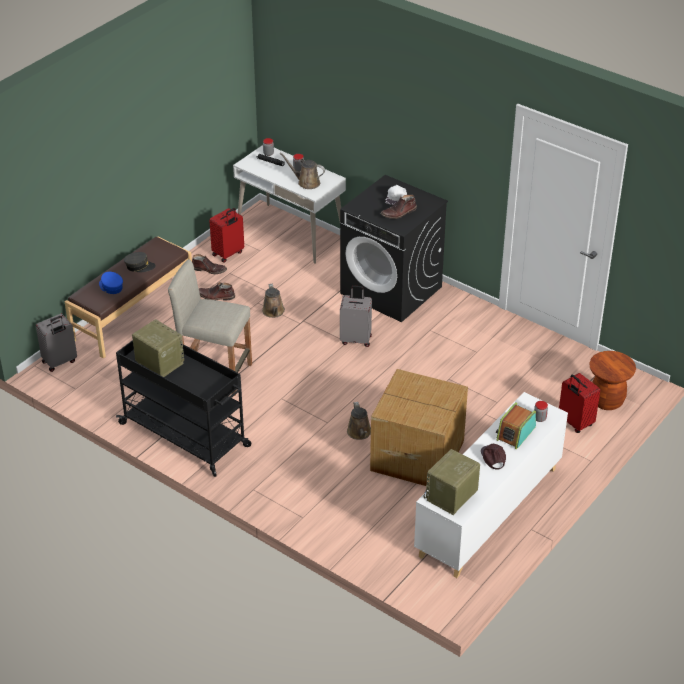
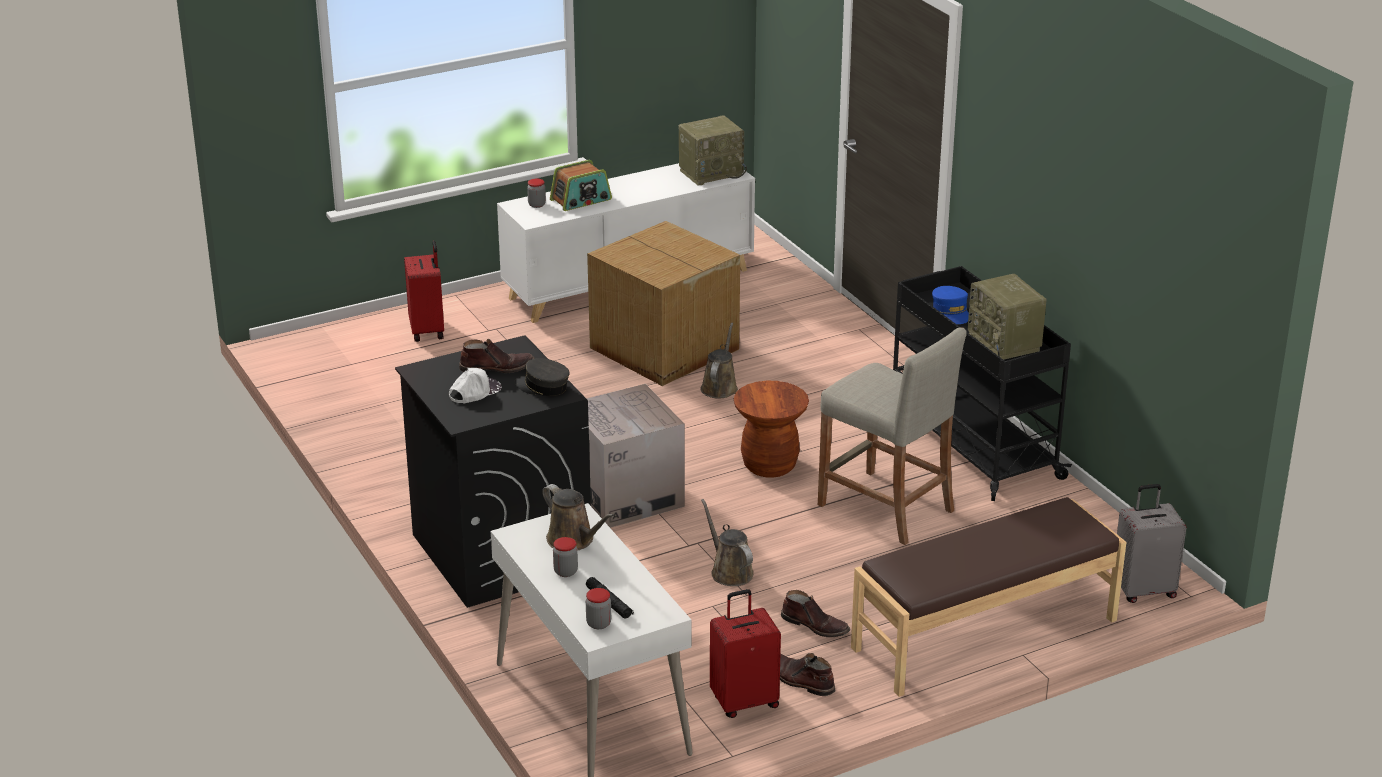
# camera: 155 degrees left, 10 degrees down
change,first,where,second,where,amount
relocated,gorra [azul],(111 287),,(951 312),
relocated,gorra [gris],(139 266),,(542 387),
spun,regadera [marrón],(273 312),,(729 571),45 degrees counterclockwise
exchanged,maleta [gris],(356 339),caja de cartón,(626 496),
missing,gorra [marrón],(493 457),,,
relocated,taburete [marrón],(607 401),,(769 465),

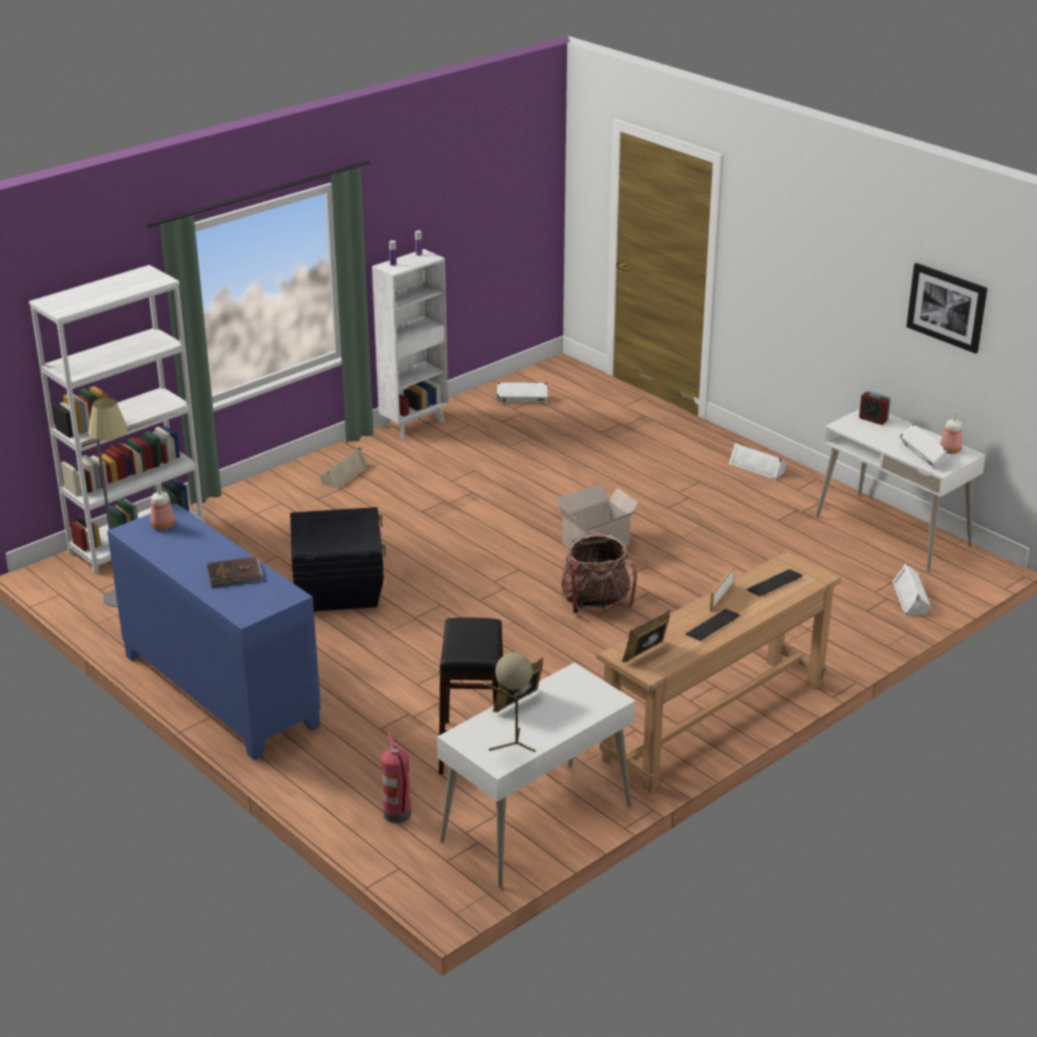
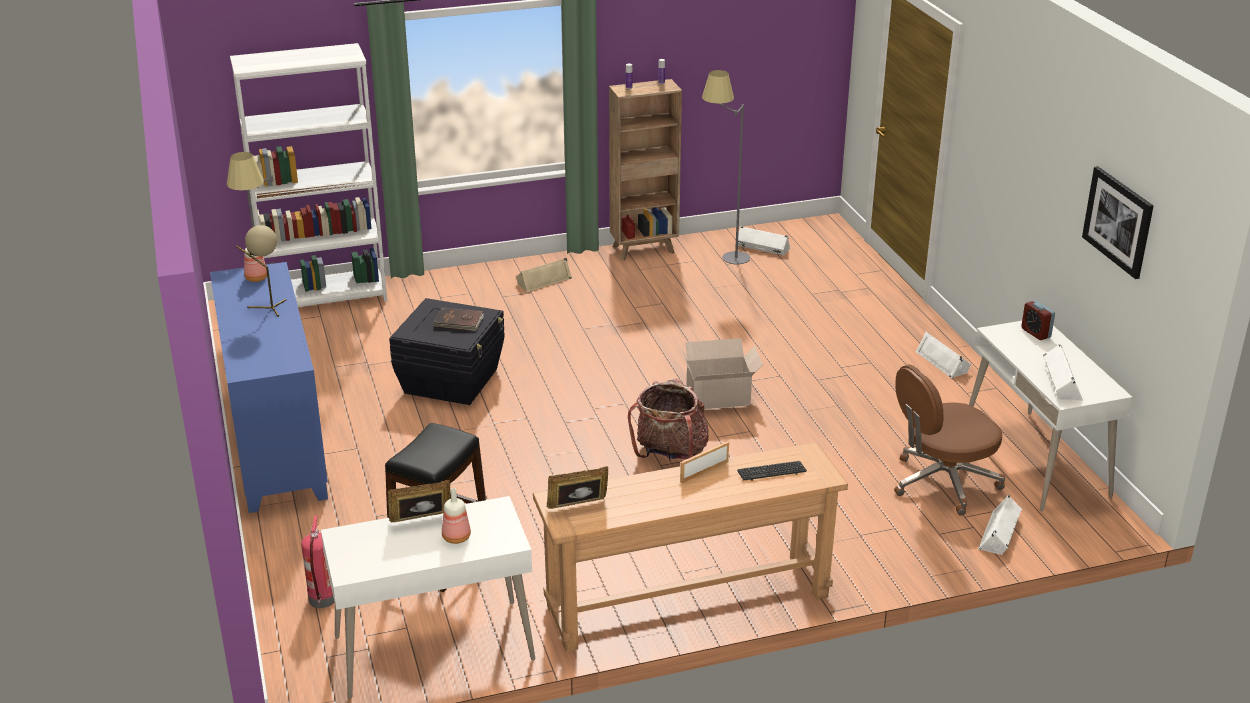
# camera: 25 degrees right, 0 degrees up
change,first,where,second,where,amount
relocated,libro [marrón],(235 575),,(459 322),
colour,estantería [blanco],(414 424),estantería [marrón],(644 249),
relocated,lámpara de mesa [beis],(512 744),,(269 308),
missing,teclado,(712 626),,,
relocated,botella,(950 450),,(456 538),
appeared,,,lámpara de pie [gris],(723 257),
appeared,,,silla de oficina [marrón],(942 483),

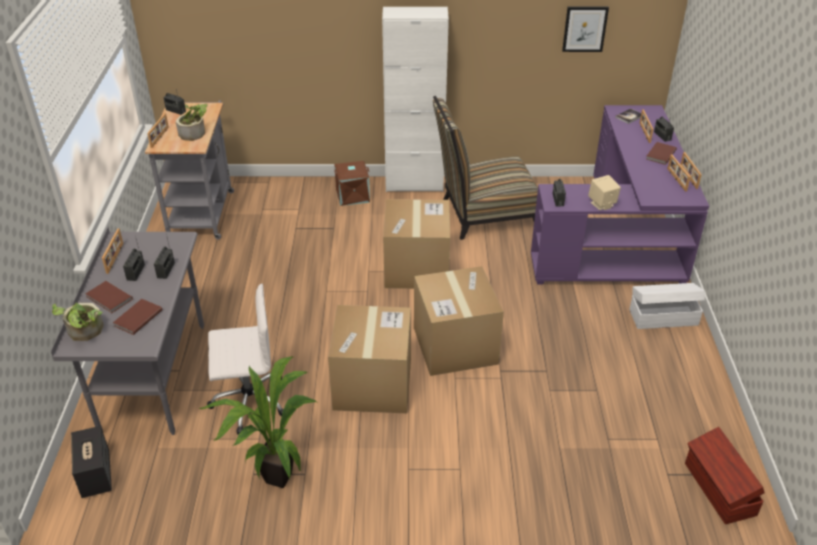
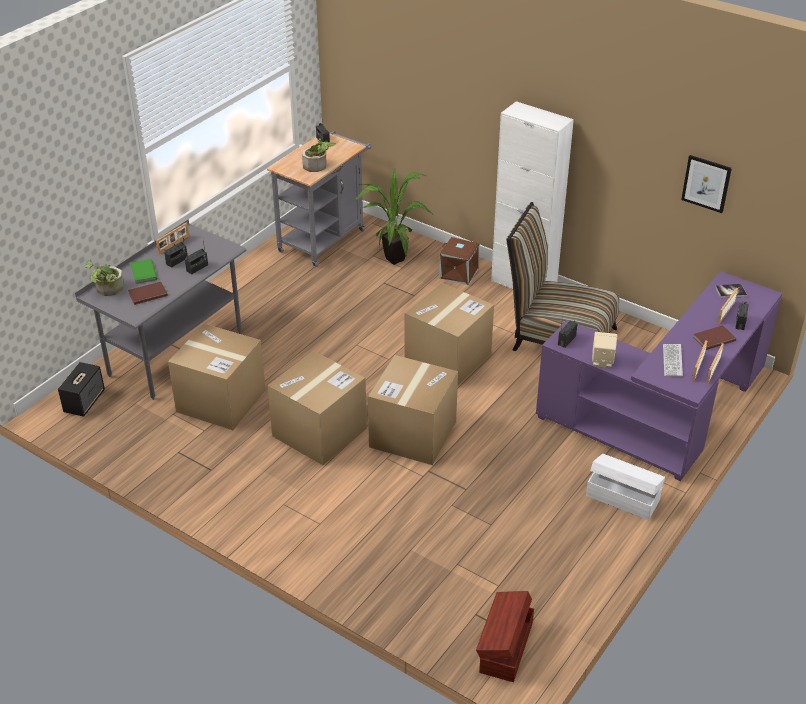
# camera: 35 degrees right, 0 degrees up
change,first,where,second,where,amount
colour,libro [marrón],(109 299),libro [verde],(143 273),
missing,portarretratos,(160 137),,,
relocated,planta en maceta,(273 476),,(392 257),
exchanged,silla de oficina [blanco],(248 401),caja de cartón,(221 401),
appeared,,,teclado,(672 361),

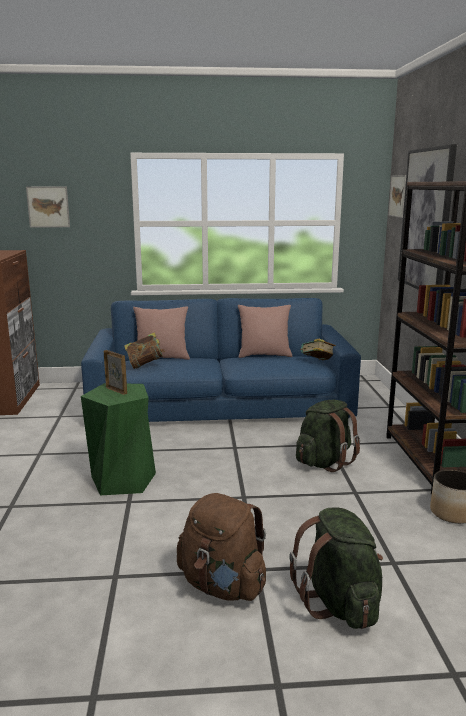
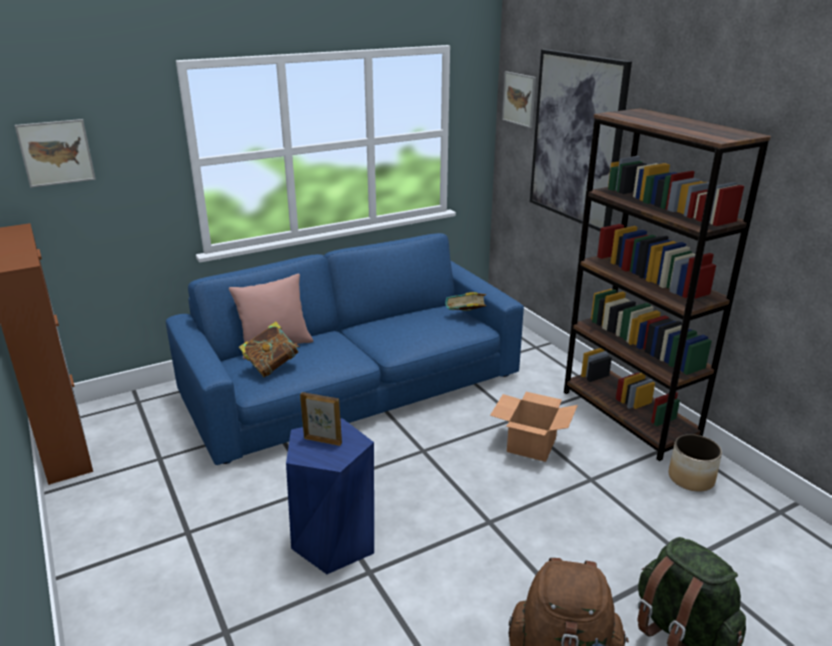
# camera: 25 degrees left, 10 degrees up
change,first,where,second,where,amount
colour,taburete [verde],(123 480),taburete [azul],(334 541),
missing,cojín [rosa],(264 355),,,
exchanged,mochila [verde],(324 462),caja de cartón,(531 445),

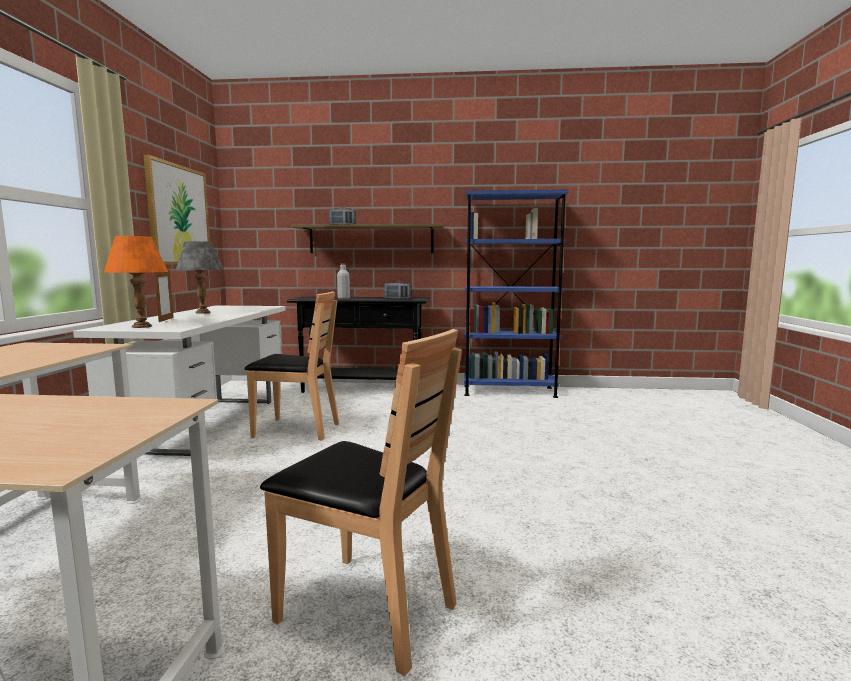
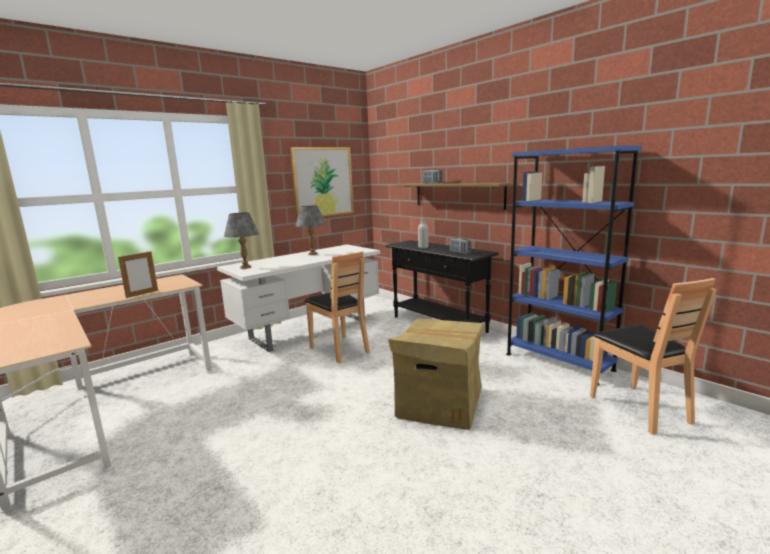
# camera: 45 degrees right, 5 degrees up
change,first,where,second,where,amount
colour,lámpara de mesa [naranja],(142 326),lámpara de mesa [gris],(245 267),
relocated,portarretratos,(166 319),,(142 294),
relocated,silla [marrón],(366 610),,(639 408),
appeared,,,caja de cartón,(439 403),

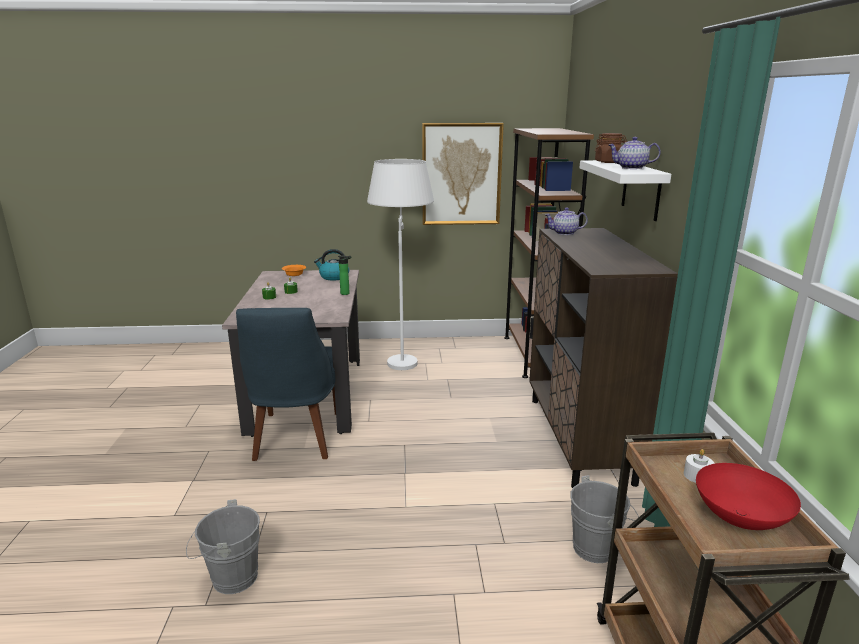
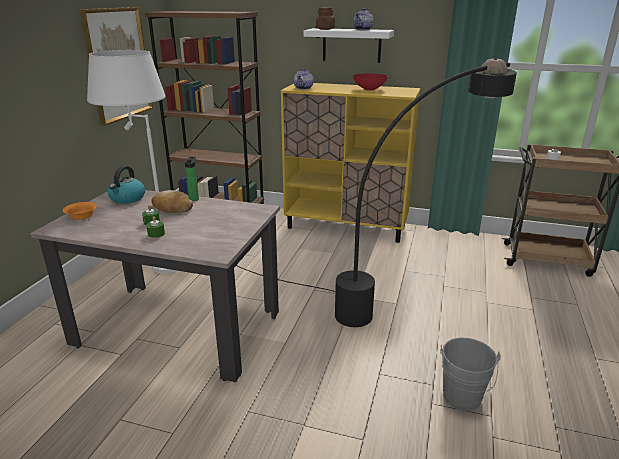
# camera: 70 degrees left, 5 degrees up
change,first,where,second,where,amount
missing,silla [azul],(296 438),,,
colour,armario [marrón],(579 438),armario [amarillo],(347 226),
missing,cubo [gris],(598 547),,,
relocated,cuenco [rojo],(739 517),,(369 89),
appeared,,,pan,(172 208),
appeared,,,lámpara de pie [negro],(378 293),

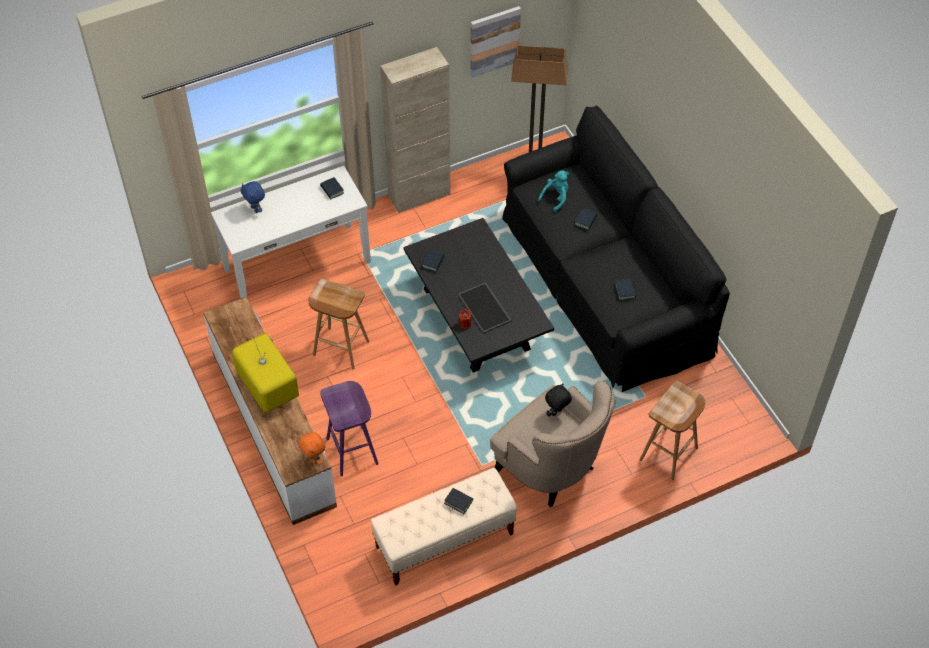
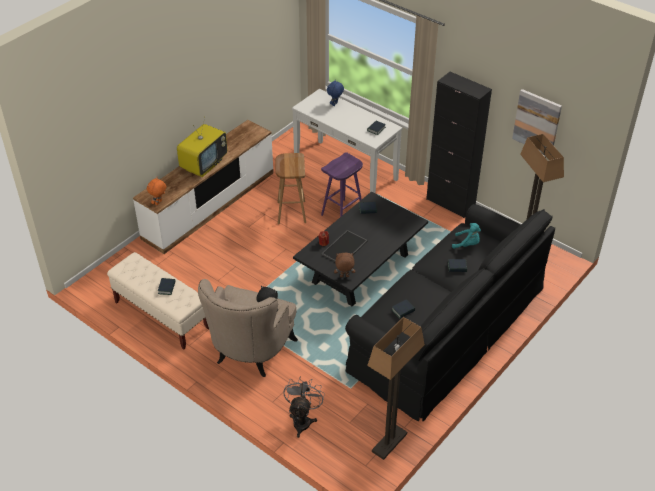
# camera: 65 degrees right, 10 degrees down
change,first,where,second,where,amount
relocated,taburete [morado],(353 451),,(342 214),
colour,armario [beis],(419 195),armario [negro],(450 203),
exchanged,taburete [marrón],(669 455),ventilador [gris],(302 420),
appeared,,,peluche [marrón],(344 276),
appeared,,,lámpara de pie,(389 443),

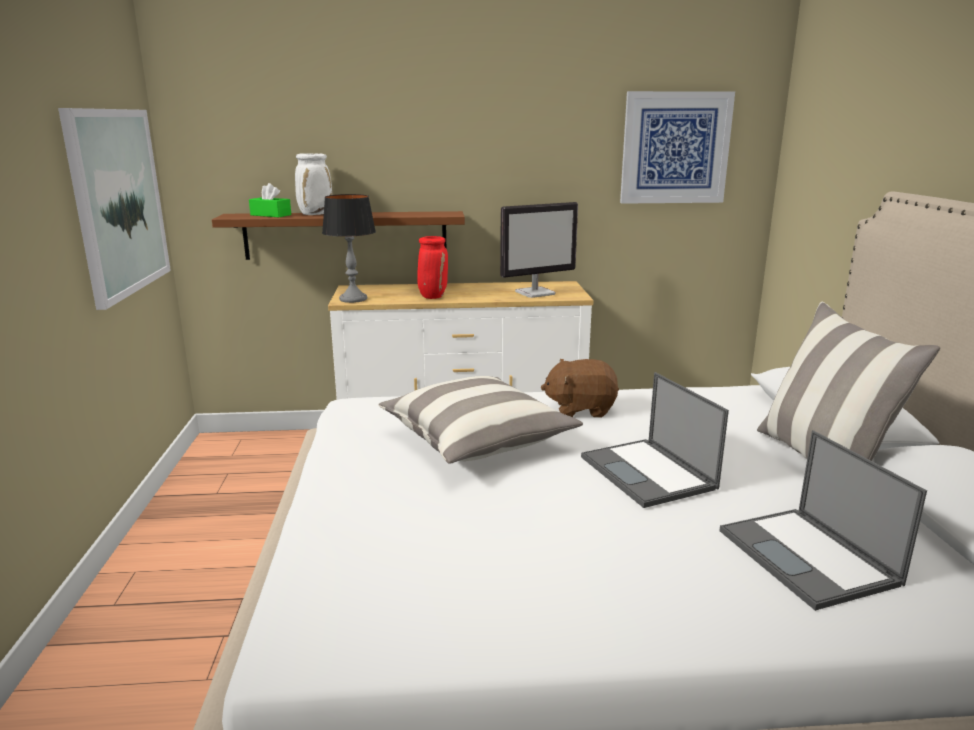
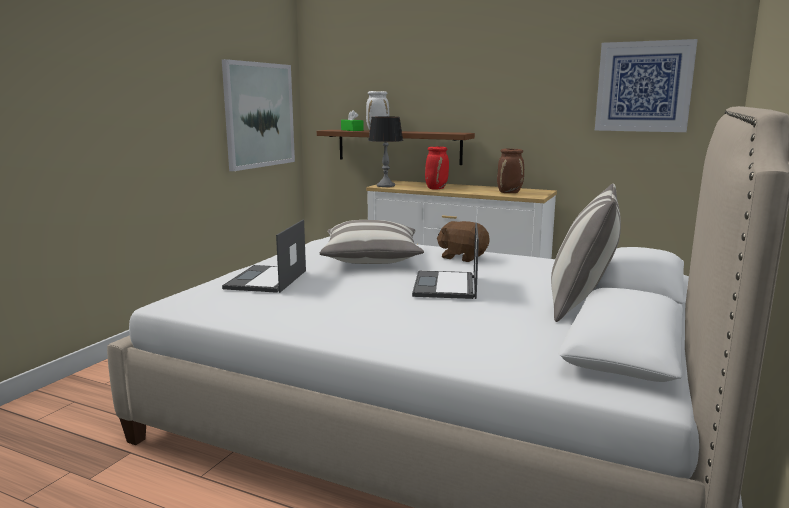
# camera: 30 degrees right, 5 degrees down
change,first,where,second,where,amount
exchanged,monitor,(535 293),florero [marrón],(510 192),
relocated,portátil,(809 558),,(266 280),

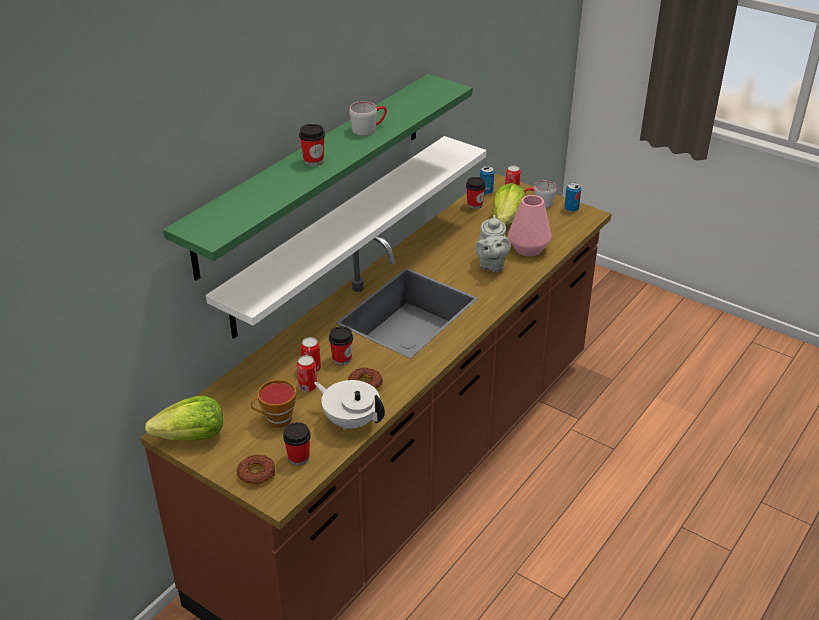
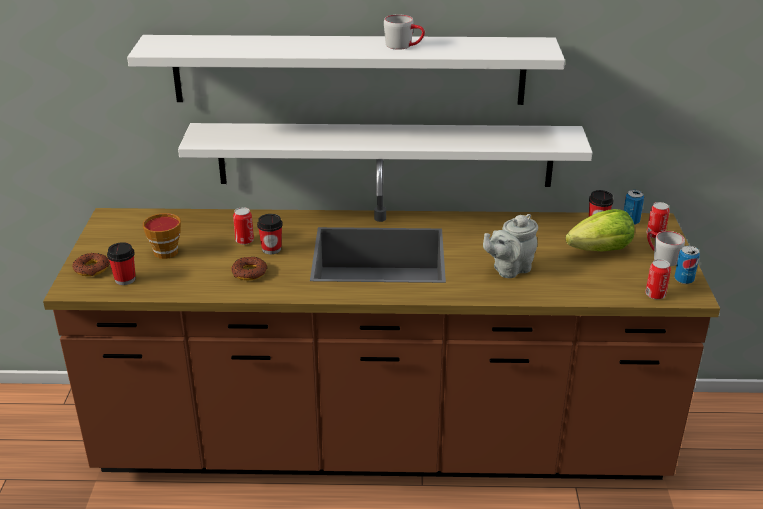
# camera: 55 degrees right, 5 degrees down
change,first,where,second,where,amount
missing,lechuga,(192 437),,,
colour,estante [verde],(313 171),estante [blanco],(349 69),
relocated,lata,(307 387),,(655 295),
missing,taza,(313 161),,,
missing,tetera [blanco],(351 420),,,
missing,florero [rosa],(528 249),,,

